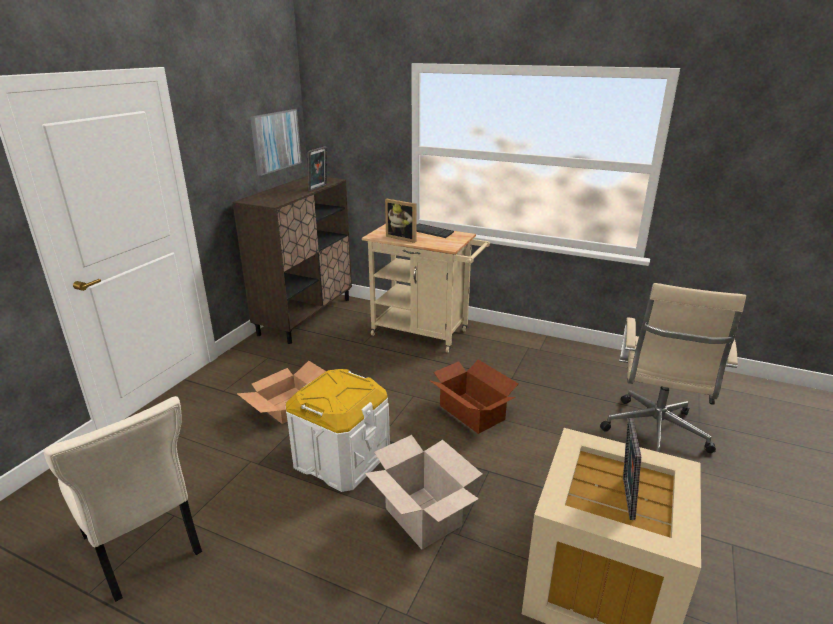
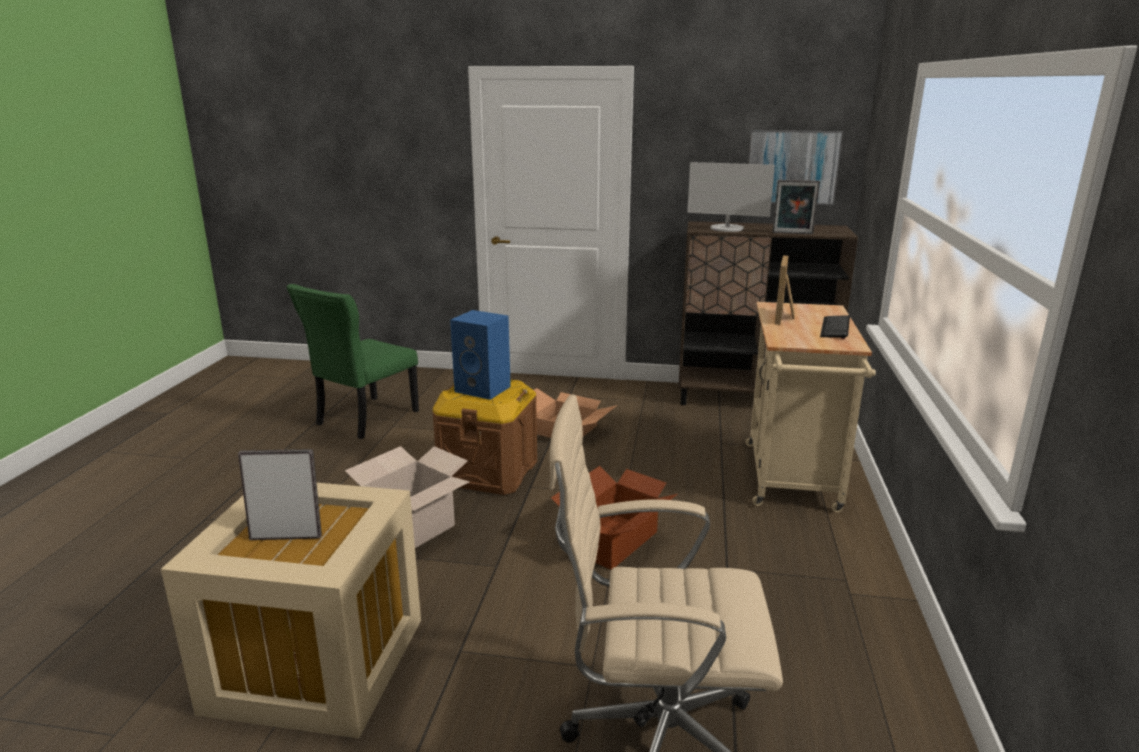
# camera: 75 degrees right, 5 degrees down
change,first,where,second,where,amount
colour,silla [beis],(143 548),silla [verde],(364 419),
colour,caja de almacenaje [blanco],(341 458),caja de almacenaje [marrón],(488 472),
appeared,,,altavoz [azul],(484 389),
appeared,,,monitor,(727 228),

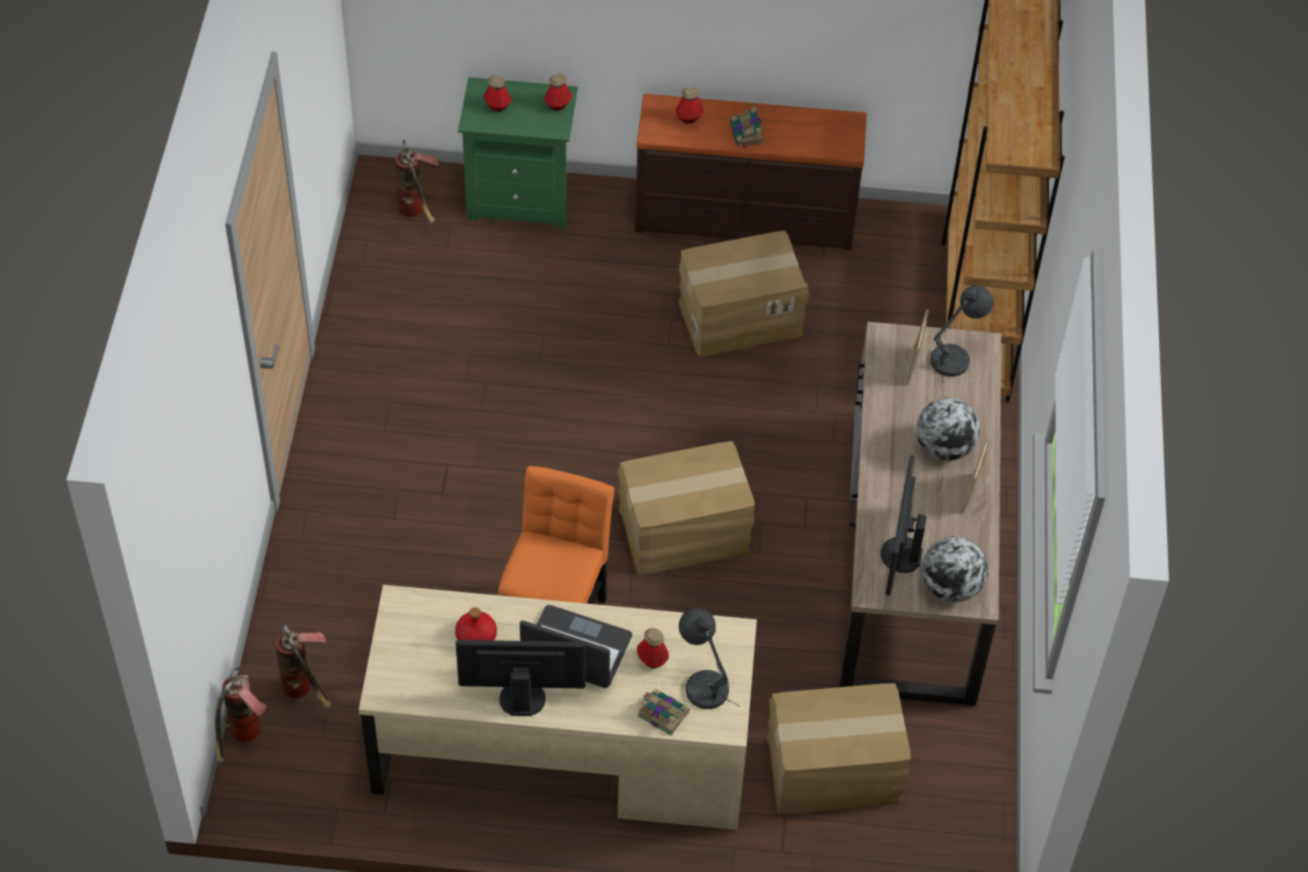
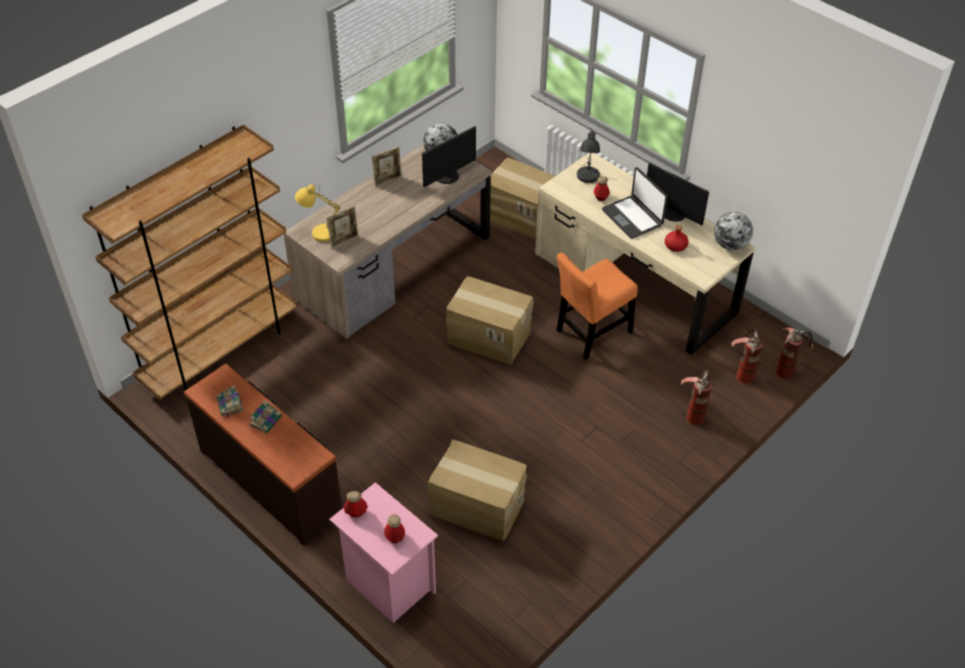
# camera: 140 degrees left, 5 degrees down
change,first,where,second,where,amount
relocated,extintor,(418 213),,(693 412),
colour,mesita de noche [verde],(521 199),mesita de noche [rosa],(388 584),
relocated,libro,(662 713),,(230 405),
missing,botella,(689 118),,,
relocated,caja de cartón,(739 316),,(477 507),
relocated,globo terráqueo,(944 448),,(730 245),
colour,lámpara de mesa [gris],(954 359),lámpara de mesa [amarillo],(320 233),

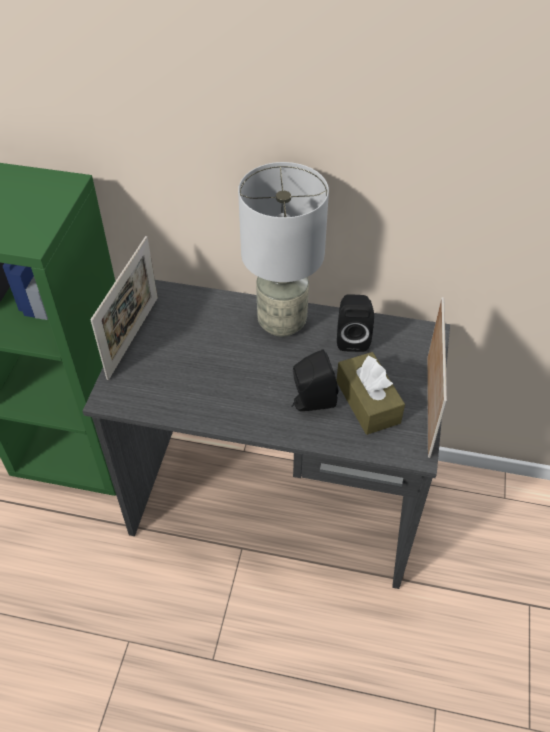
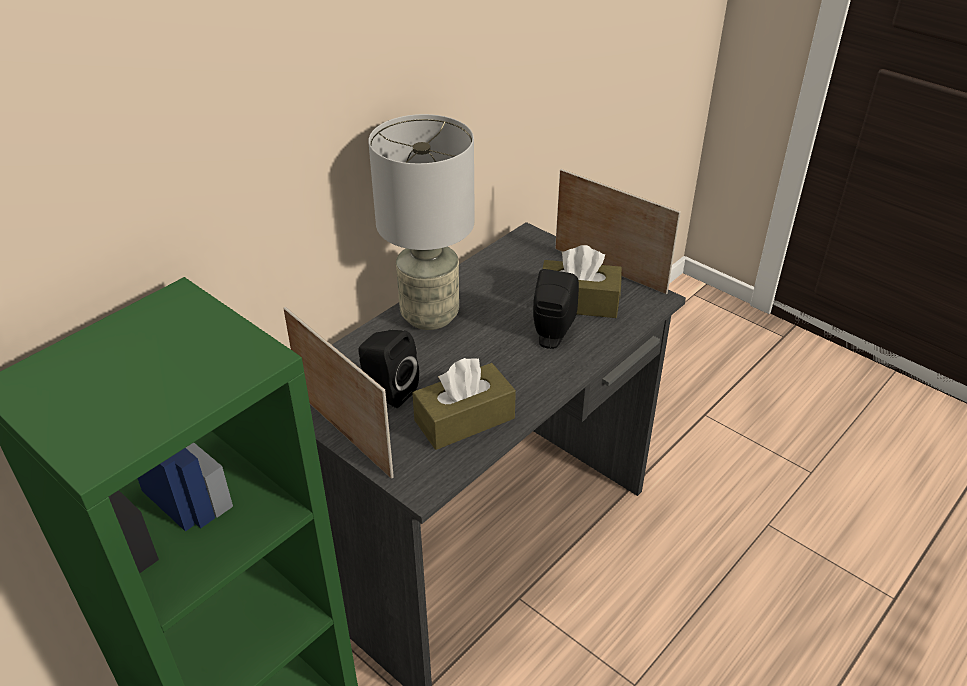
# camera: 60 degrees left, 10 degrees down
change,first,where,second,where,amount
relocated,altavoz [negro],(352 338),,(387 391),
appeared,,,caja de pañuelos [marrón],(464 419),

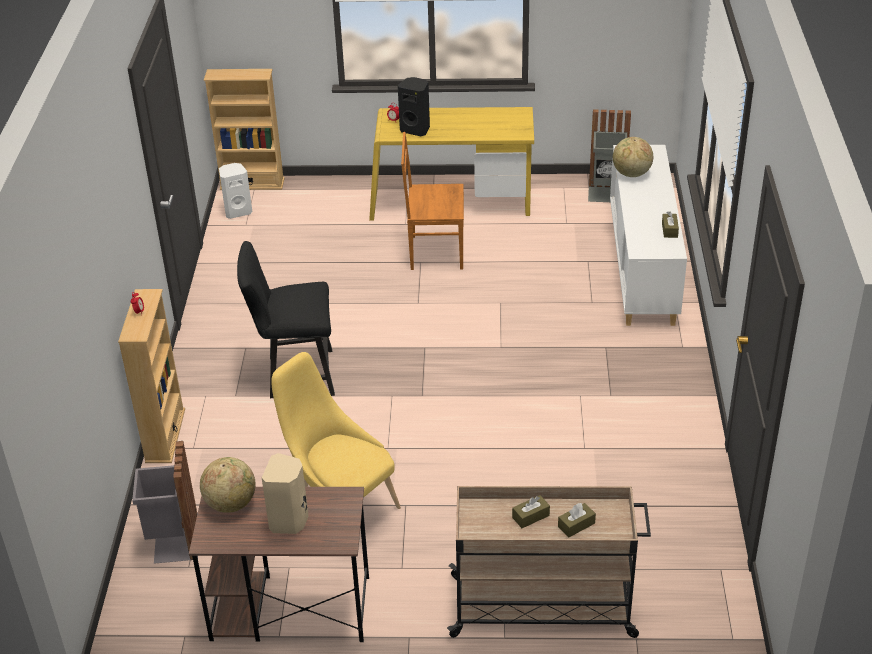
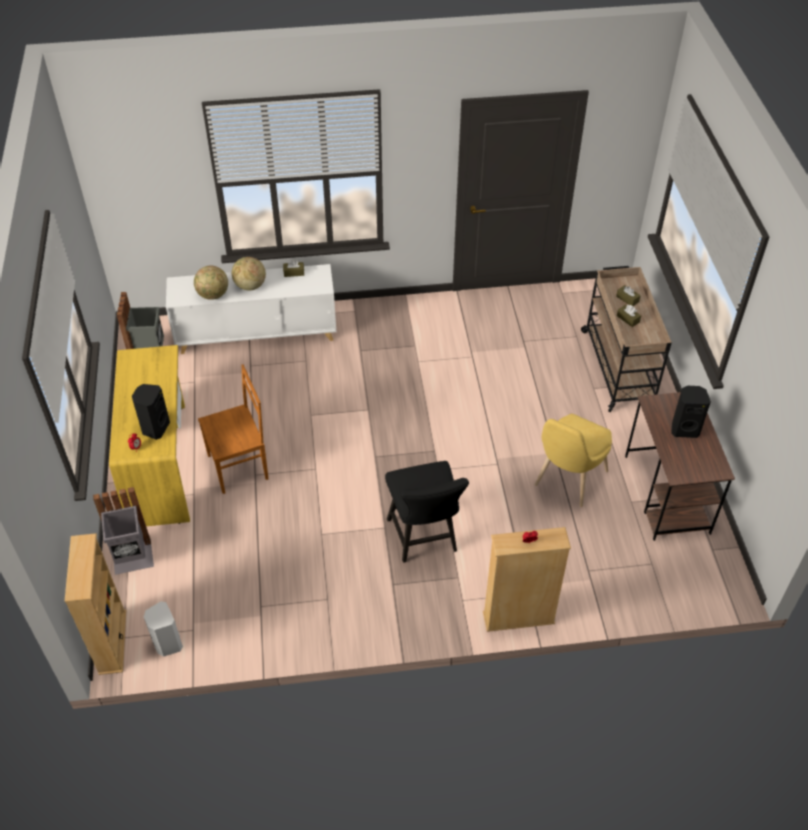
# camera: 100 degrees left, 10 degrees up
change,first,where,second,where,amount
relocated,papelera [gris],(173 543),,(133 558),
relocated,globo terráqueo,(231 503),,(250 286),
colour,altavoz [beis],(290 521),altavoz [negro],(684 429),
spun,silla [marrón],(434 252),,(240 466),105 degrees counterclockwise

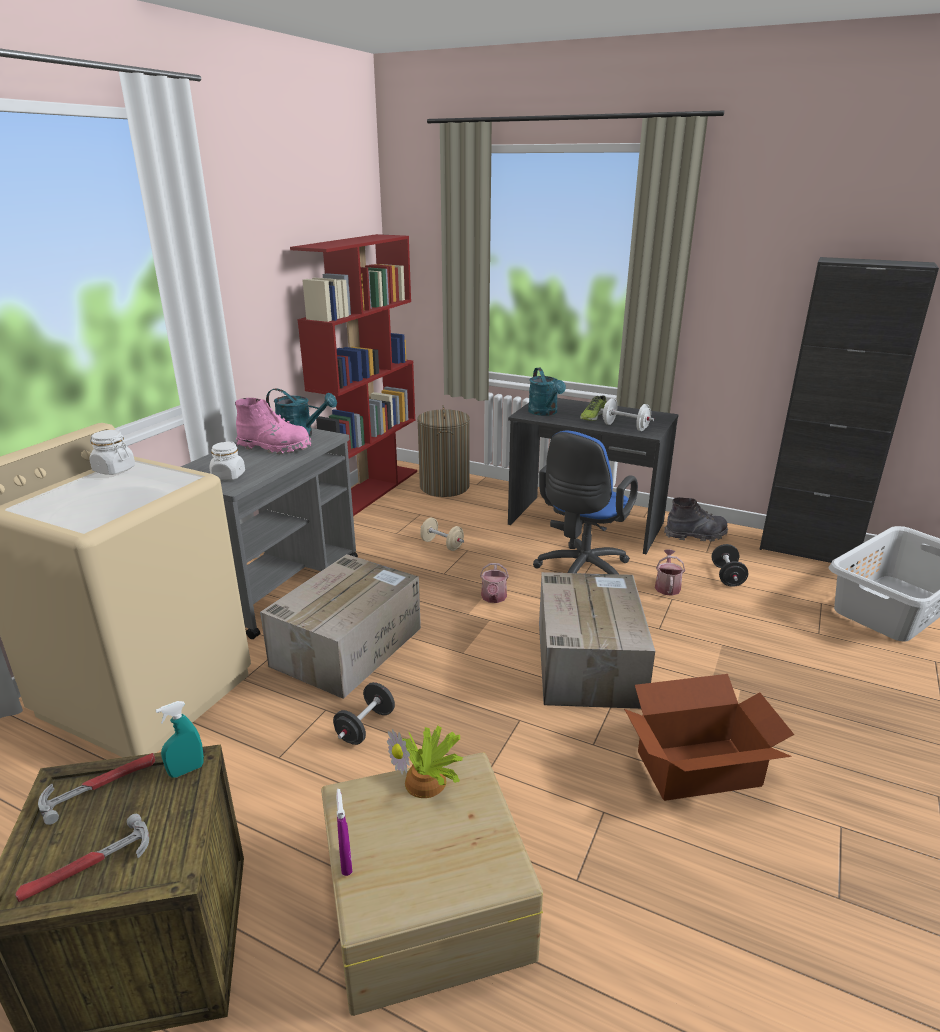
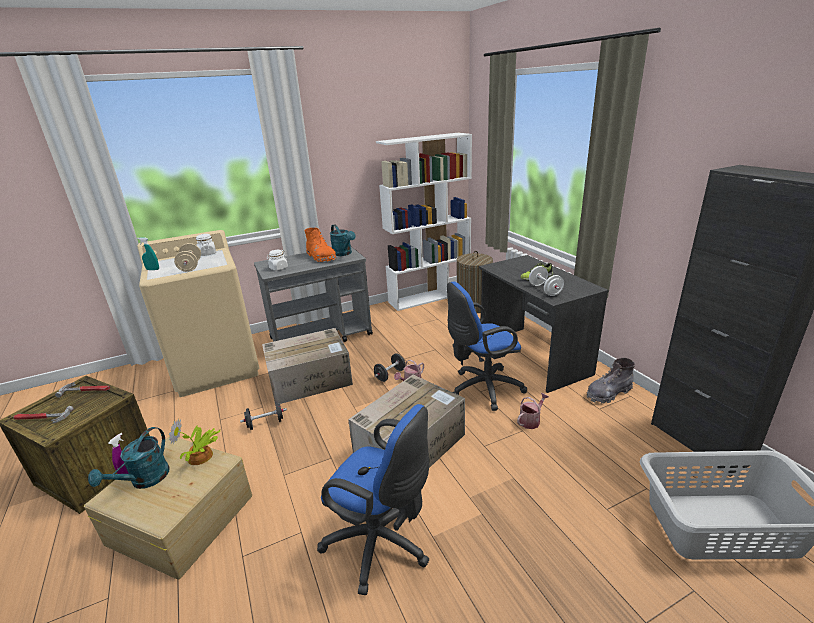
# camera: 40 degrees right, 0 degrees up
change,first,where,second,where,amount
relocated,pulverizador [turquesa],(186 770),,(153 269),
colour,bota [rosa],(274 447),bota [naranja],(321 258),
colour,estantería [rojo],(370 490),estantería [blanco],(430 297),
relocated,mancuerna [beis],(442 545),,(190 266),
relocated,regadera [turquesa],(545 413),,(145 480),
exchanged,caja de cartón,(700 769),silla de oficina [azul],(382 545),
spun,bota [gris],(696 535),,(608 393),120 degrees clockwise
relocated,mancuerna [negro],(727 576),,(390 375),

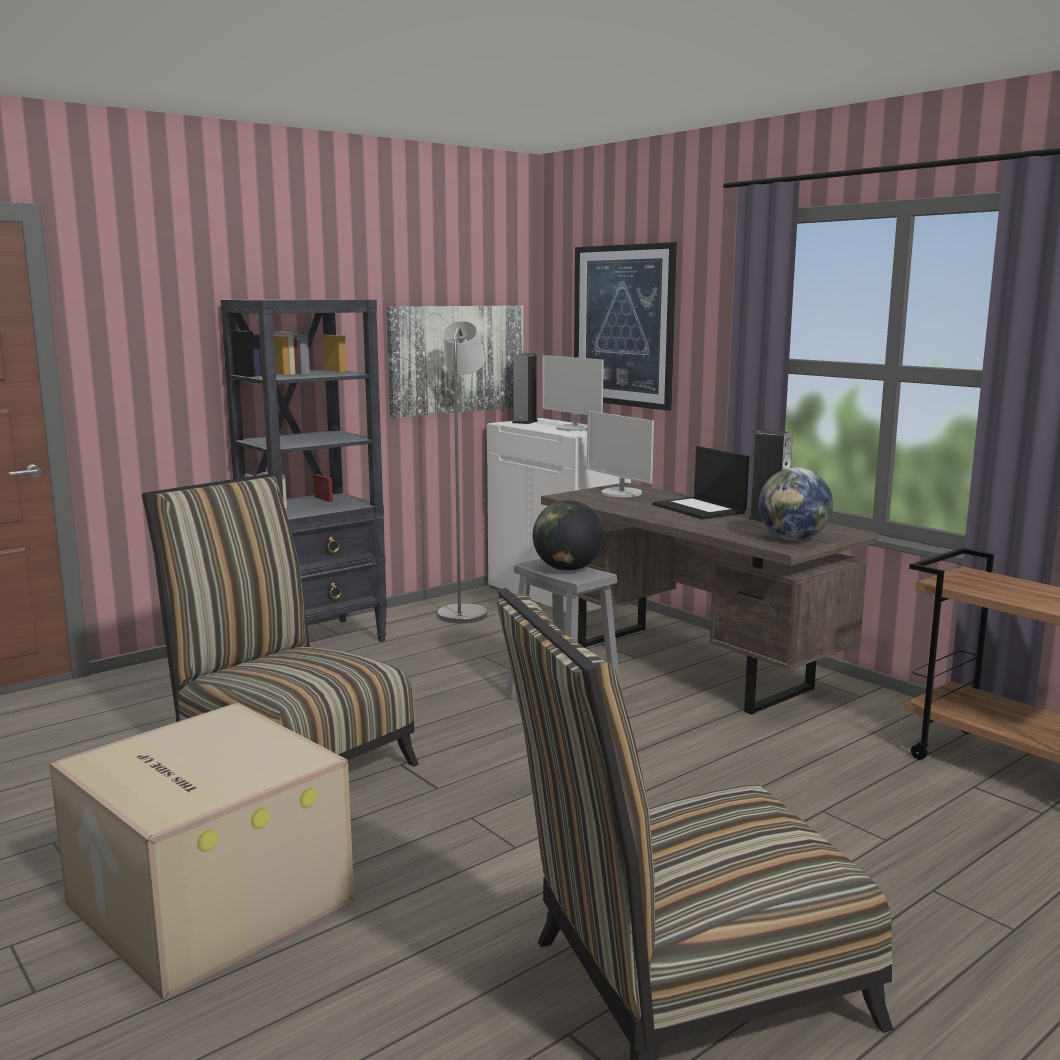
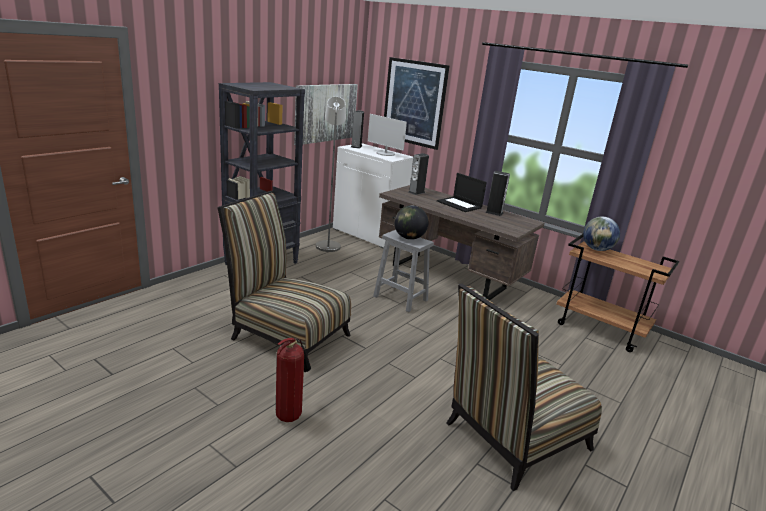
# camera: 15 degrees left, 10 degrees up
change,first,where,second,where,amount
exchanged,caja de cartón,(205 902),extintor,(290 414),
exchanged,monitor,(621 493),altavoz,(416 192),
relocated,globo terráqueo,(793 539),,(597 249),

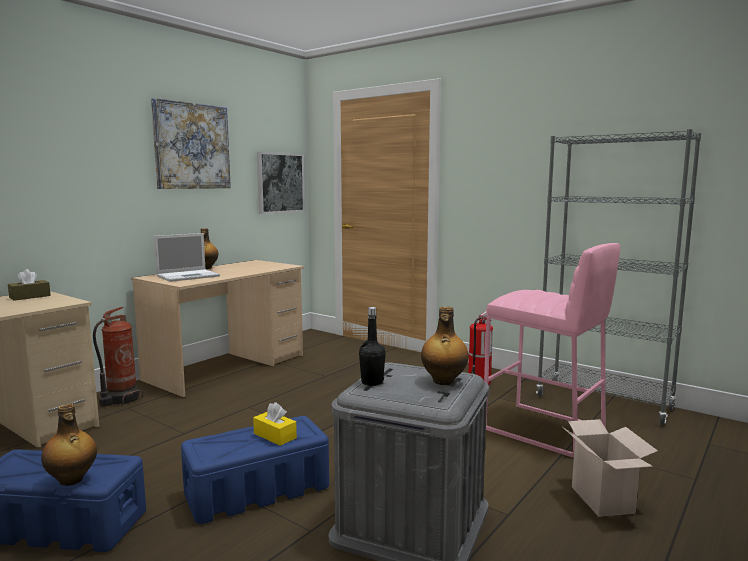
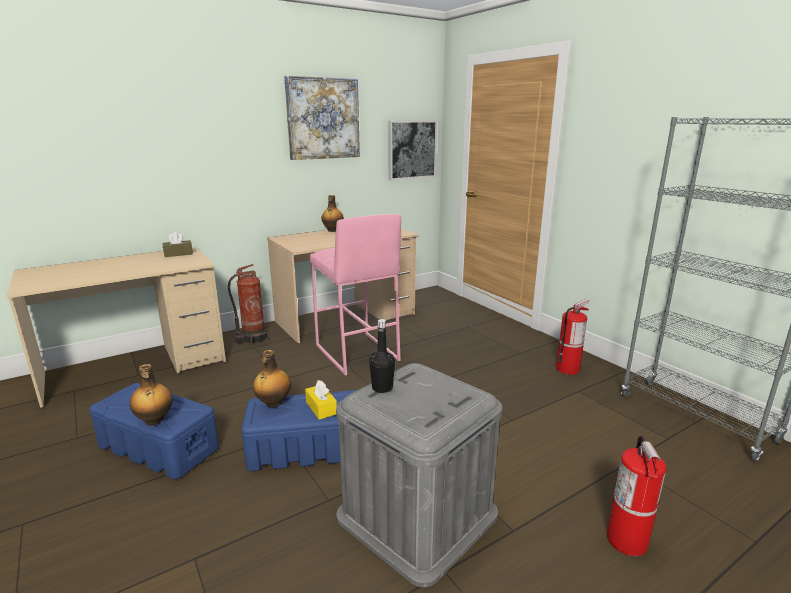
# camera: 20 degrees right, 10 degrees up
change,first,where,second,where,amount
missing,portátil,(189 276),,,
relocated,botella,(443 381),,(273 403),
relocated,taburete [rosa],(544 430),,(356 353),
exchanged,caja de cartón,(604 500),extintor,(627 541),

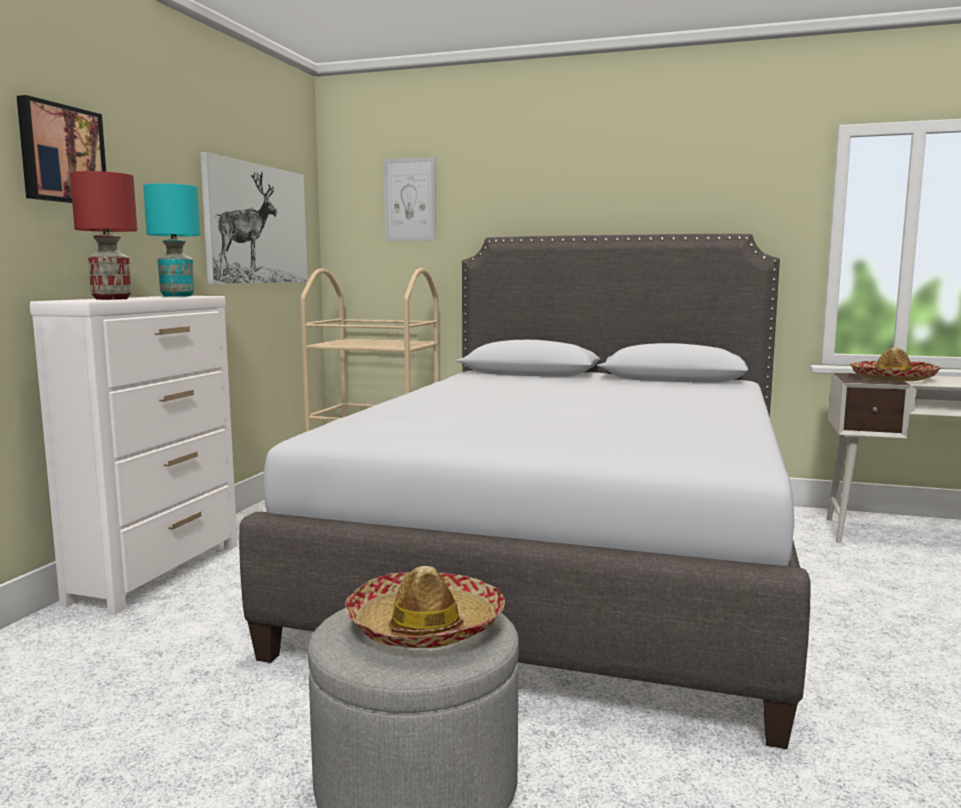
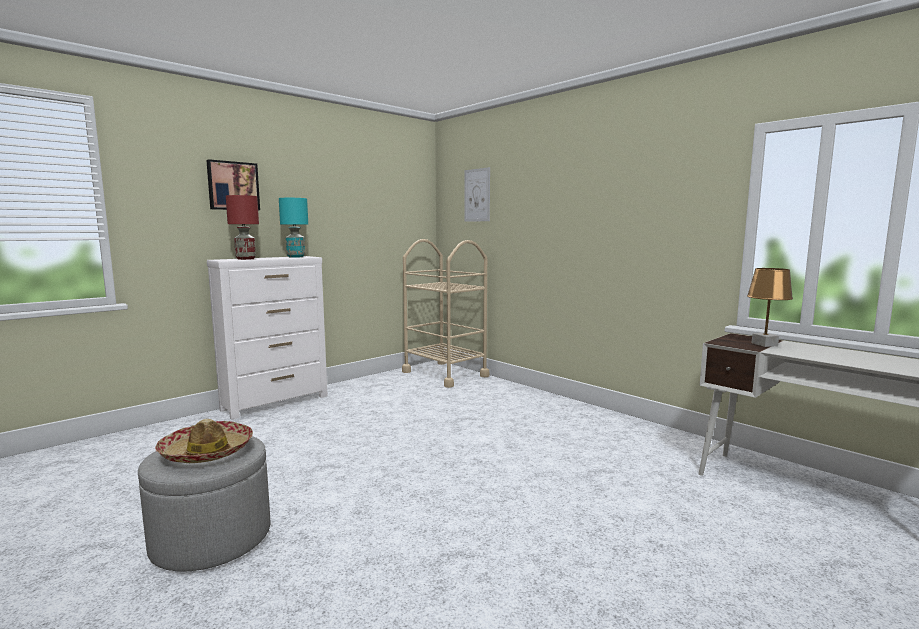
# camera: 30 degrees right, 0 degrees up
change,first,where,second,where,amount
missing,cuadro,(257 224),,,
missing,cama [gris],(567 563),,,
exchanged,sombrero,(893 379),lámpara de mesa [marrón],(764 344),

